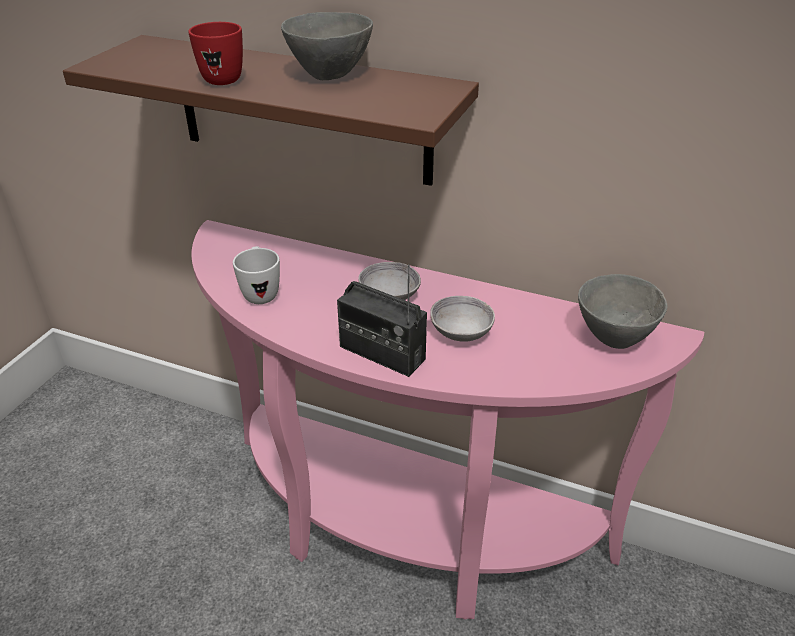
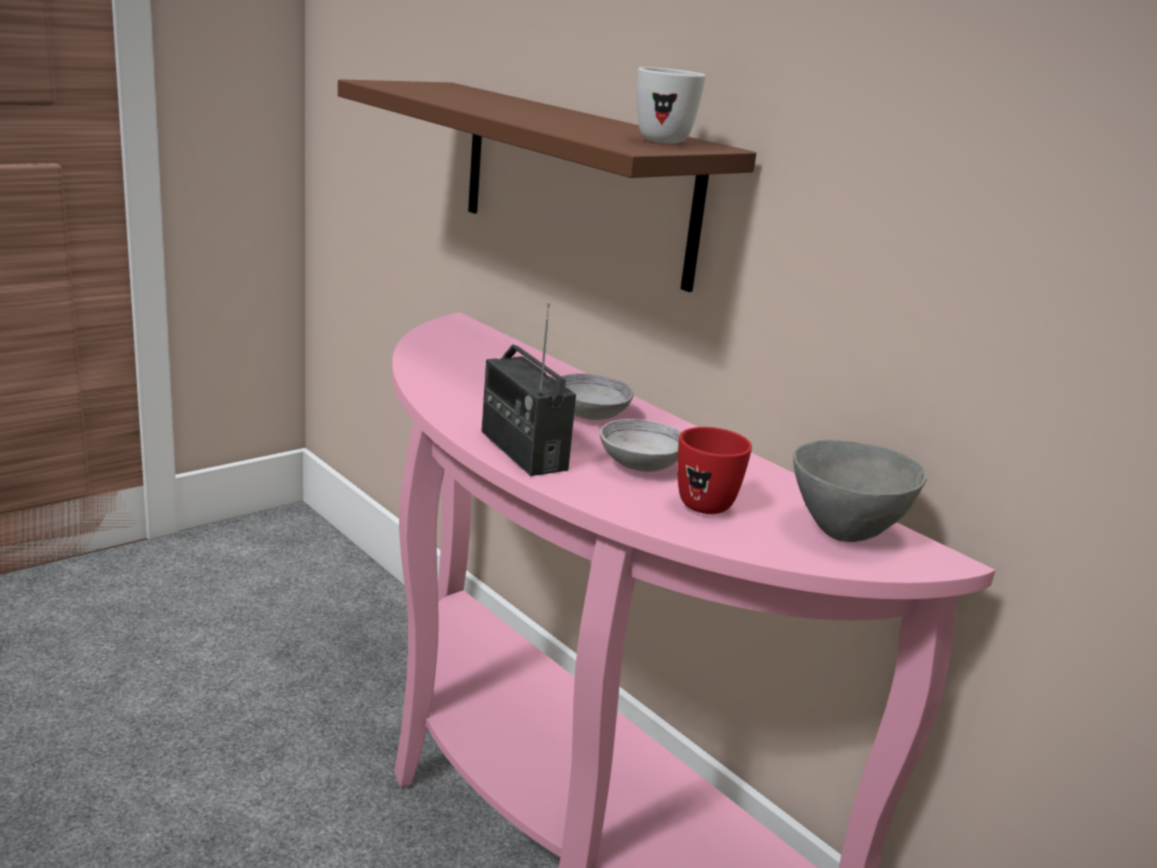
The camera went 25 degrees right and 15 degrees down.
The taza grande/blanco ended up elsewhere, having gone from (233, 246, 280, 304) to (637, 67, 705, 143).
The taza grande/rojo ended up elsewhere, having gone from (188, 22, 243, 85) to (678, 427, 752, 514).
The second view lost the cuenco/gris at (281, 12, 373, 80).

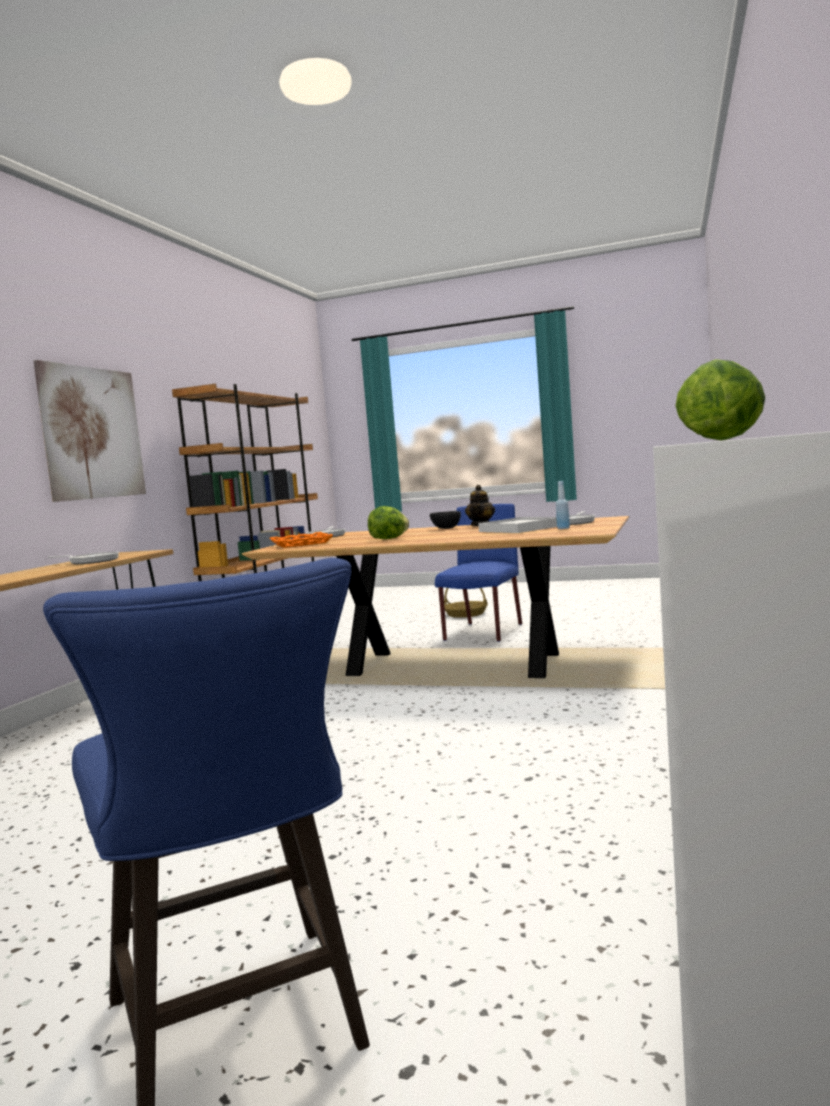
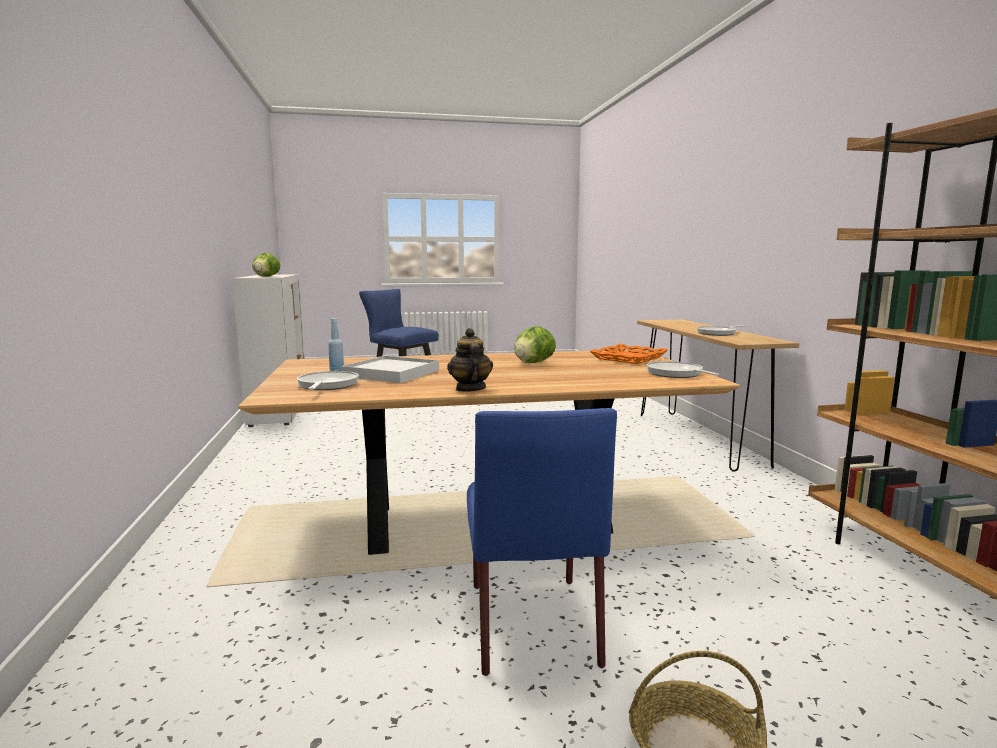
The camera went 150 degrees right and 5 degrees up.
The second view lost the cuadro at (34, 360, 146, 502).
The second view lost the cuenco/negro at (430, 511, 461, 529).

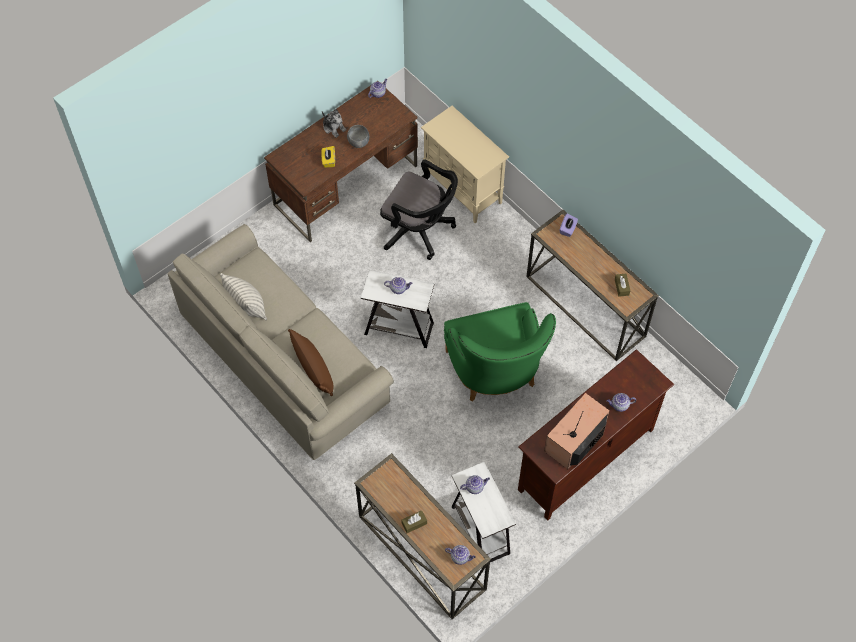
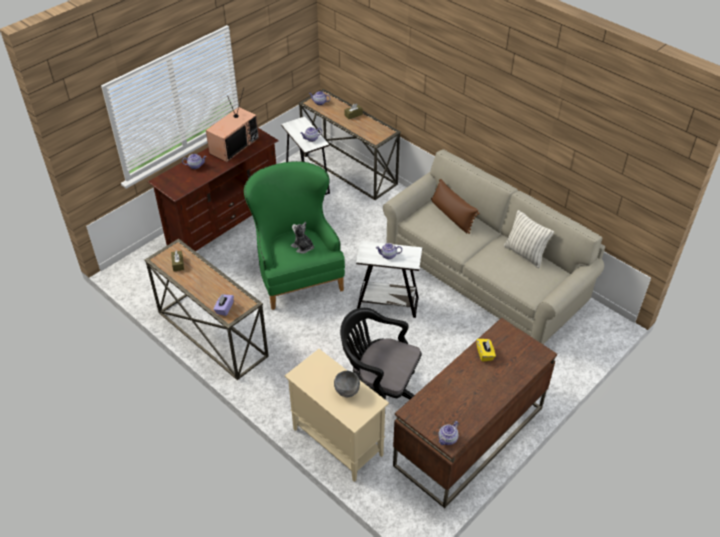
The camera went 175 degrees right and 15 degrees down.
The peluche ended up elsewhere, having gone from (322, 109, 346, 138) to (291, 222, 314, 254).
The cuenco/gris ended up elsewhere, having gone from (347, 125, 369, 148) to (334, 371, 360, 397).

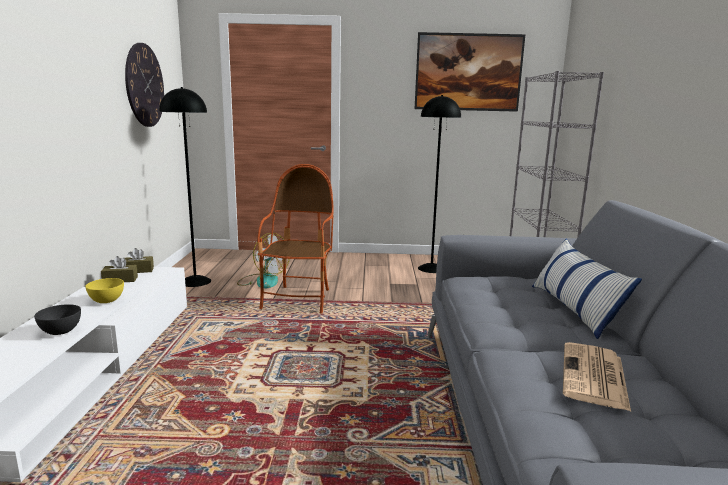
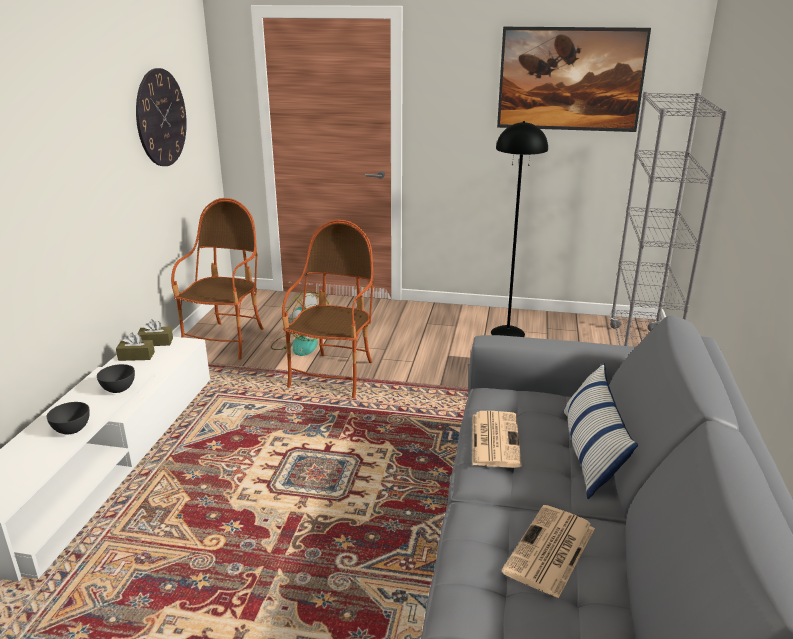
The camera went 10 degrees right and 10 degrees up.
What was the cuenco/amarillo at (85, 278, 124, 303) turned into the cuenco/gris at (97, 364, 135, 393).
Where the lámpara de pie/negro stood at (159, 87, 211, 287), the sillón came to stand at (171, 198, 264, 360).
The second view gained the periódico at (472, 411, 522, 468).

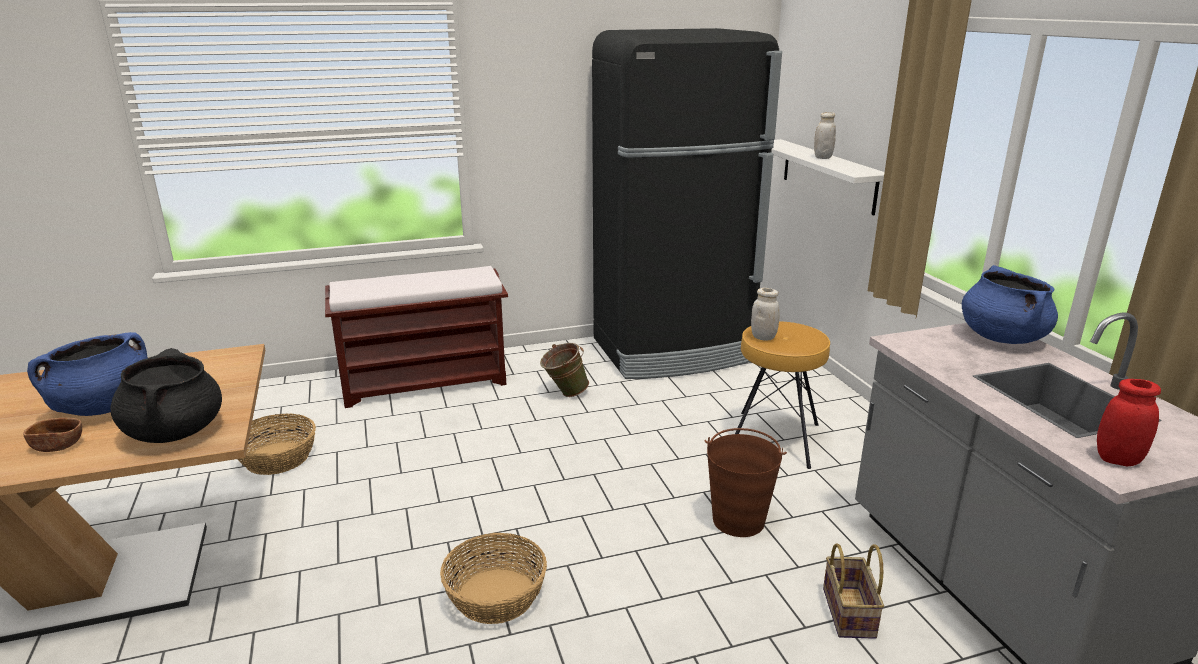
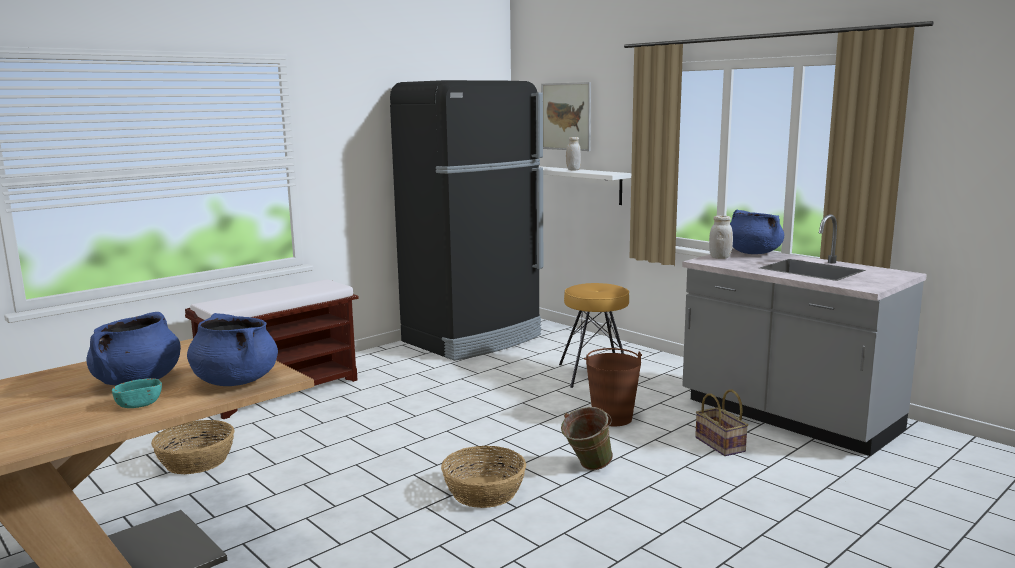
The camera went 25 degrees left and 10 degrees down.
What was the cuenco/marrón at (23, 418, 82, 452) turned into the cuenco/turquesa at (112, 378, 162, 408).
What was the olla/negro at (111, 348, 222, 443) turned into the olla/azul at (187, 313, 278, 386).
The second view gained the cuadro at (541, 82, 591, 151).
The cubo/verde ended up elsewhere, having gone from (540, 343, 589, 397) to (561, 407, 613, 470).
The tarro/blanco ended up elsewhere, having gone from (751, 288, 780, 341) to (709, 215, 733, 259).
The second view lost the tarro/rojo at (1097, 379, 1161, 466).

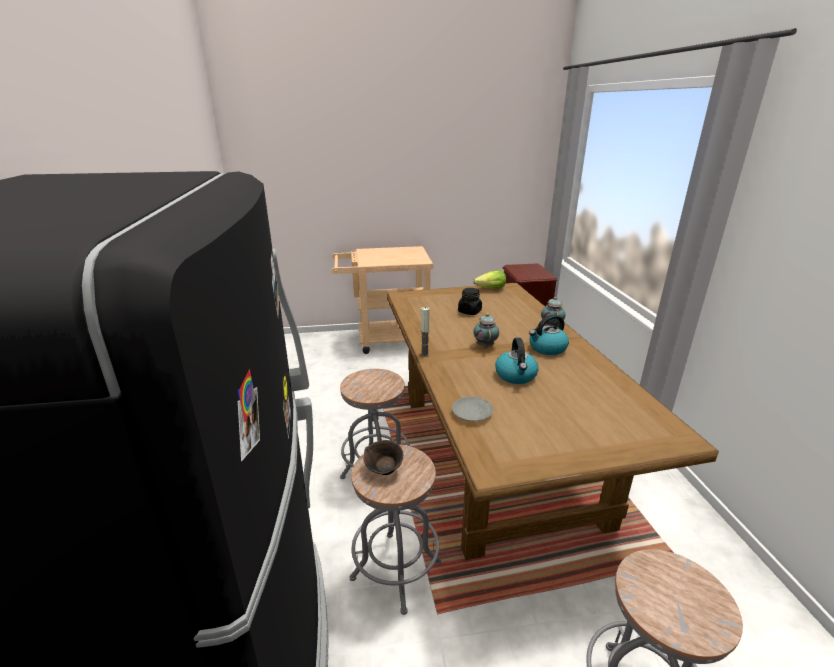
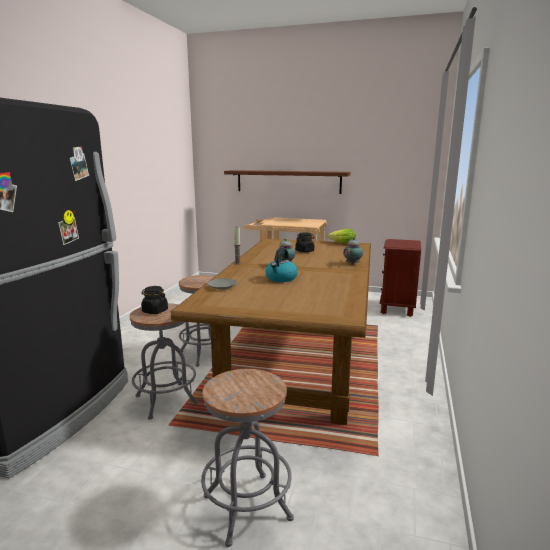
The camera went 25 degrees right and 10 degrees down.
Where the cuenco/marrón stood at (364, 440, 403, 475), the tarro/negro came to stand at (141, 286, 168, 314).
The second view gained the estante/marrón at (224, 170, 351, 194).
The second view lost the hervidor at (529, 314, 569, 355).

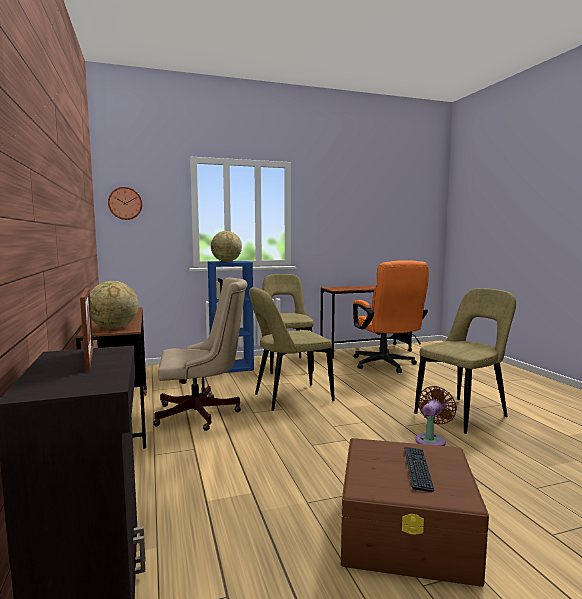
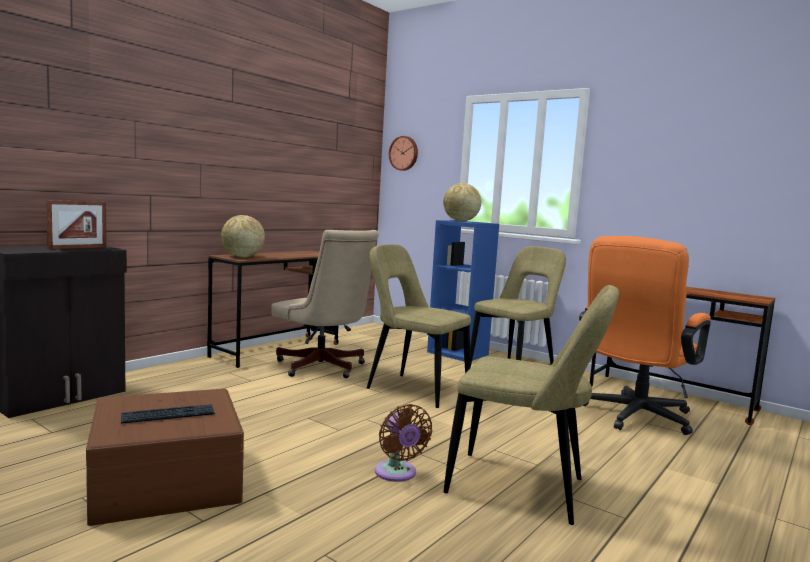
The camera went 55 degrees right and 0 degrees up.
The ventilador/marrón at (416, 386, 457, 446) ended up facing another way, 60 degrees clockwise from before.

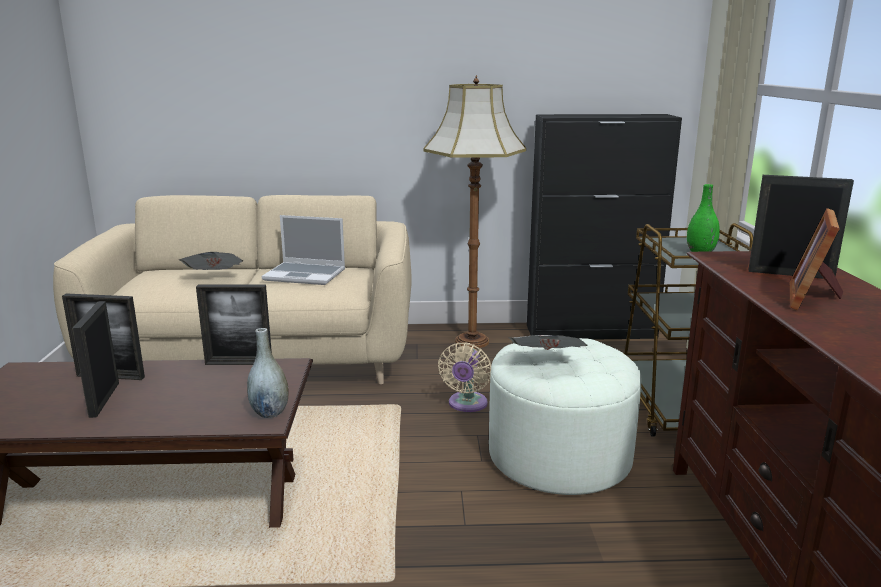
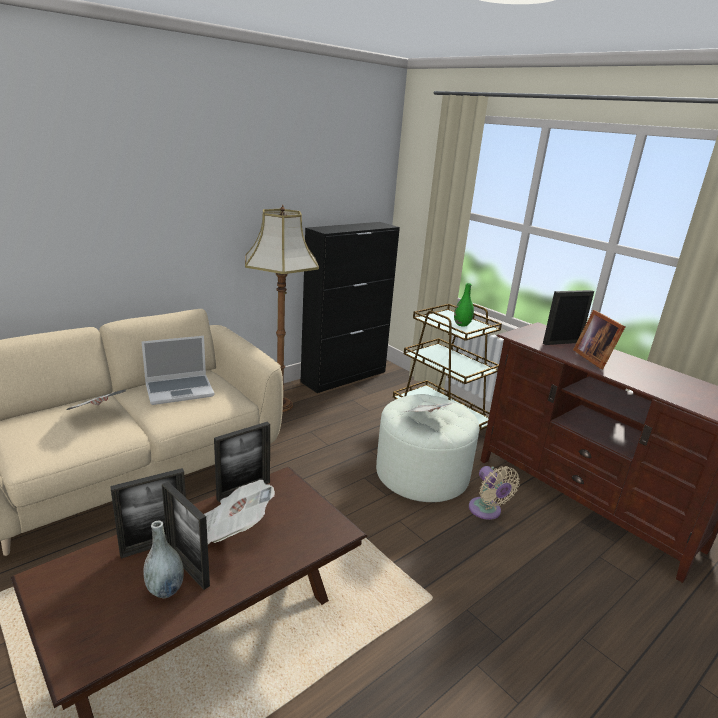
The camera went 40 degrees left and 5 degrees up.
The florero/gris ended up elsewhere, having gone from (247, 328, 289, 418) to (143, 521, 184, 598).
The second view gained the periódico at (204, 480, 275, 544).
The ventilador/beis ended up elsewhere, having gone from (438, 342, 491, 412) to (469, 466, 520, 520).

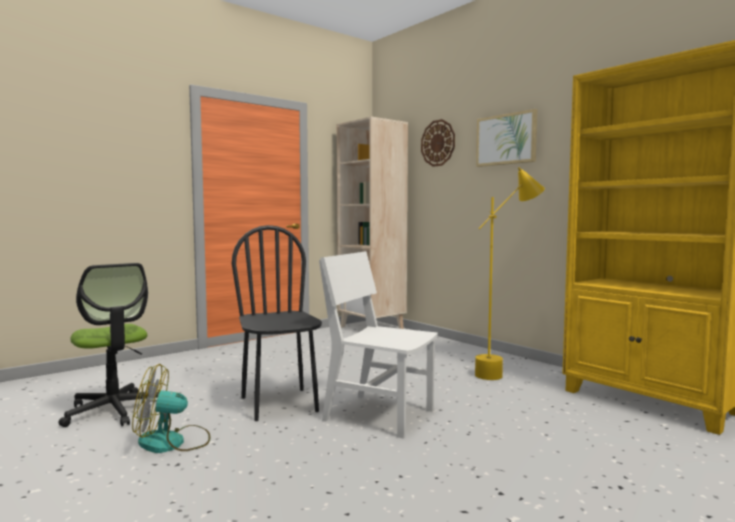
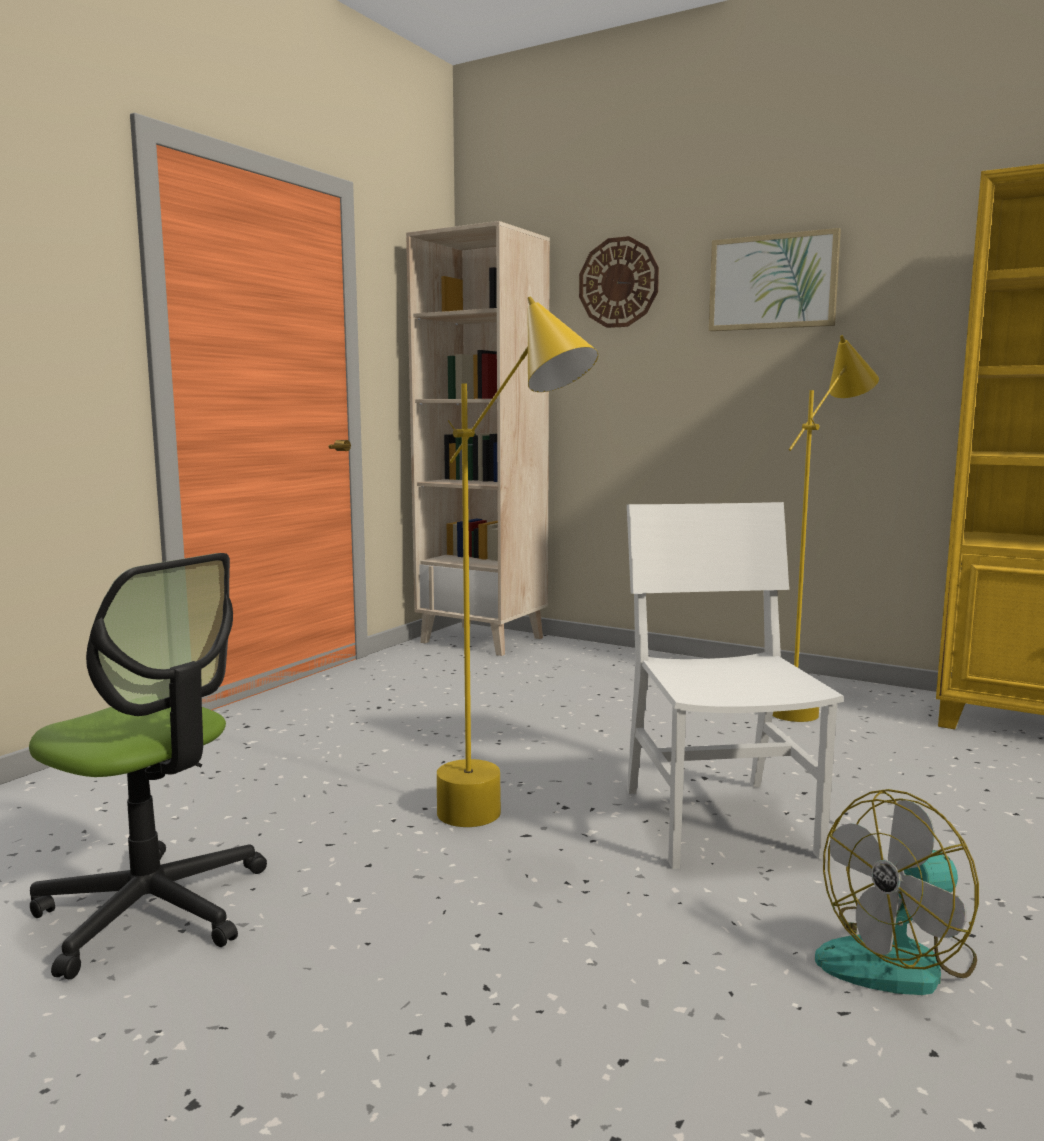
The camera went 20 degrees left and 5 degrees up.
Where the silla/negro stood at (232, 225, 322, 421), the lámpara de pie/amarillo came to stand at (437, 296, 598, 827).
The silla/blanco at (319, 251, 438, 439) ended up facing another way, 75 degrees clockwise from before.
The ventilador ended up elsewhere, having gone from (132, 364, 210, 453) to (815, 789, 979, 995).

